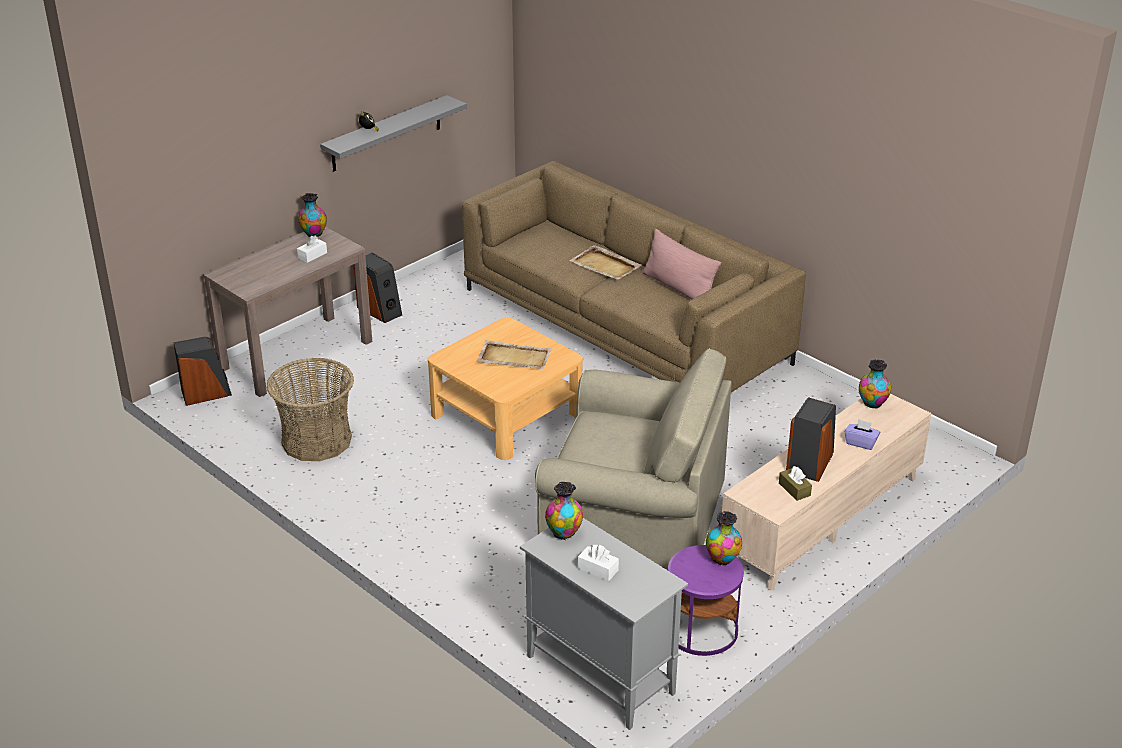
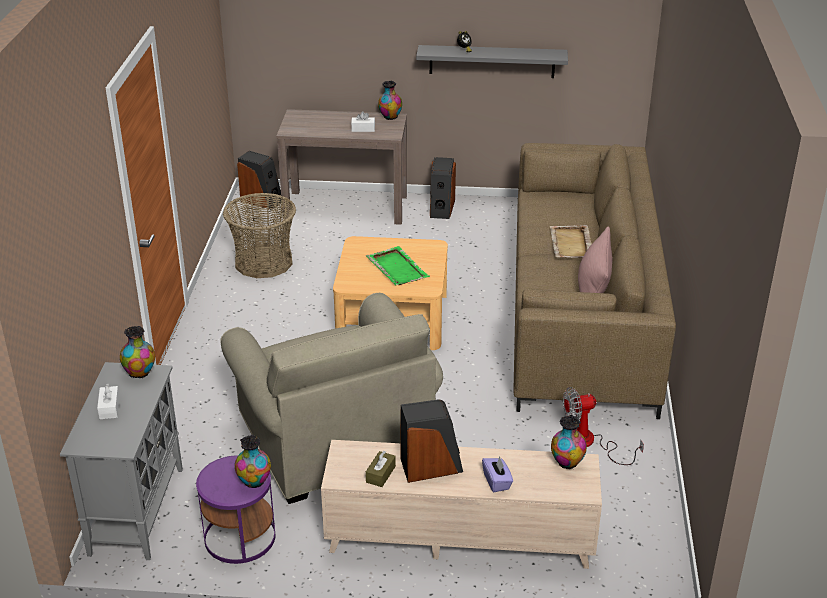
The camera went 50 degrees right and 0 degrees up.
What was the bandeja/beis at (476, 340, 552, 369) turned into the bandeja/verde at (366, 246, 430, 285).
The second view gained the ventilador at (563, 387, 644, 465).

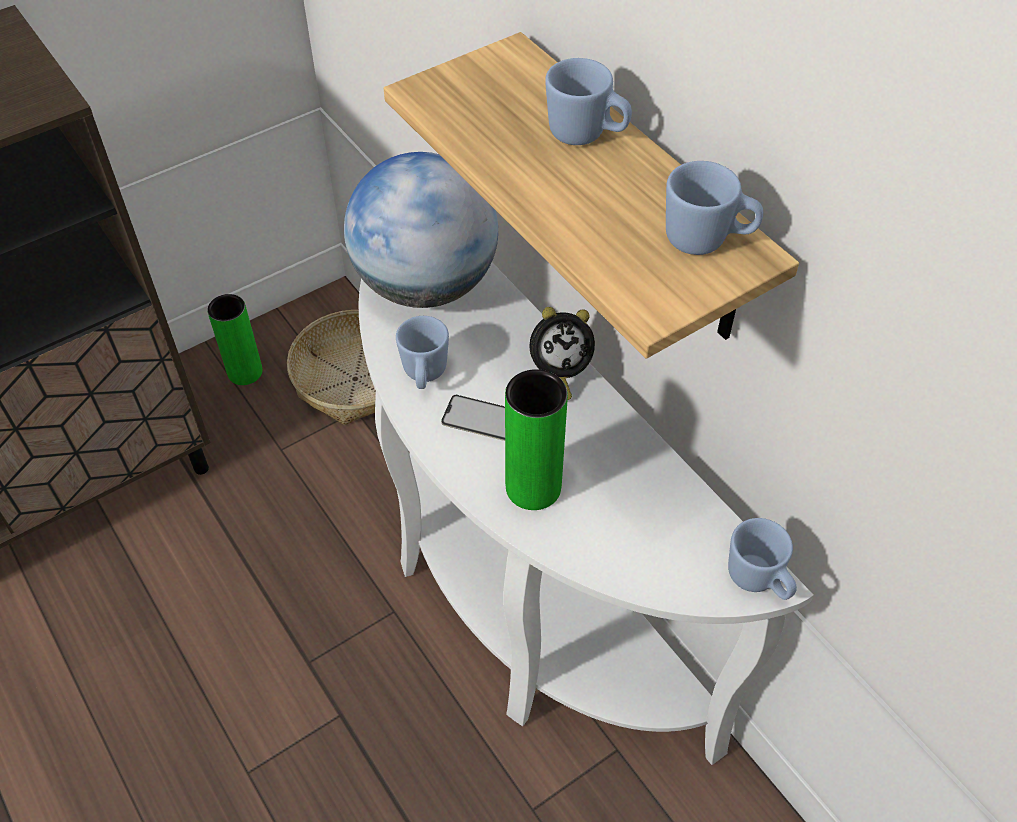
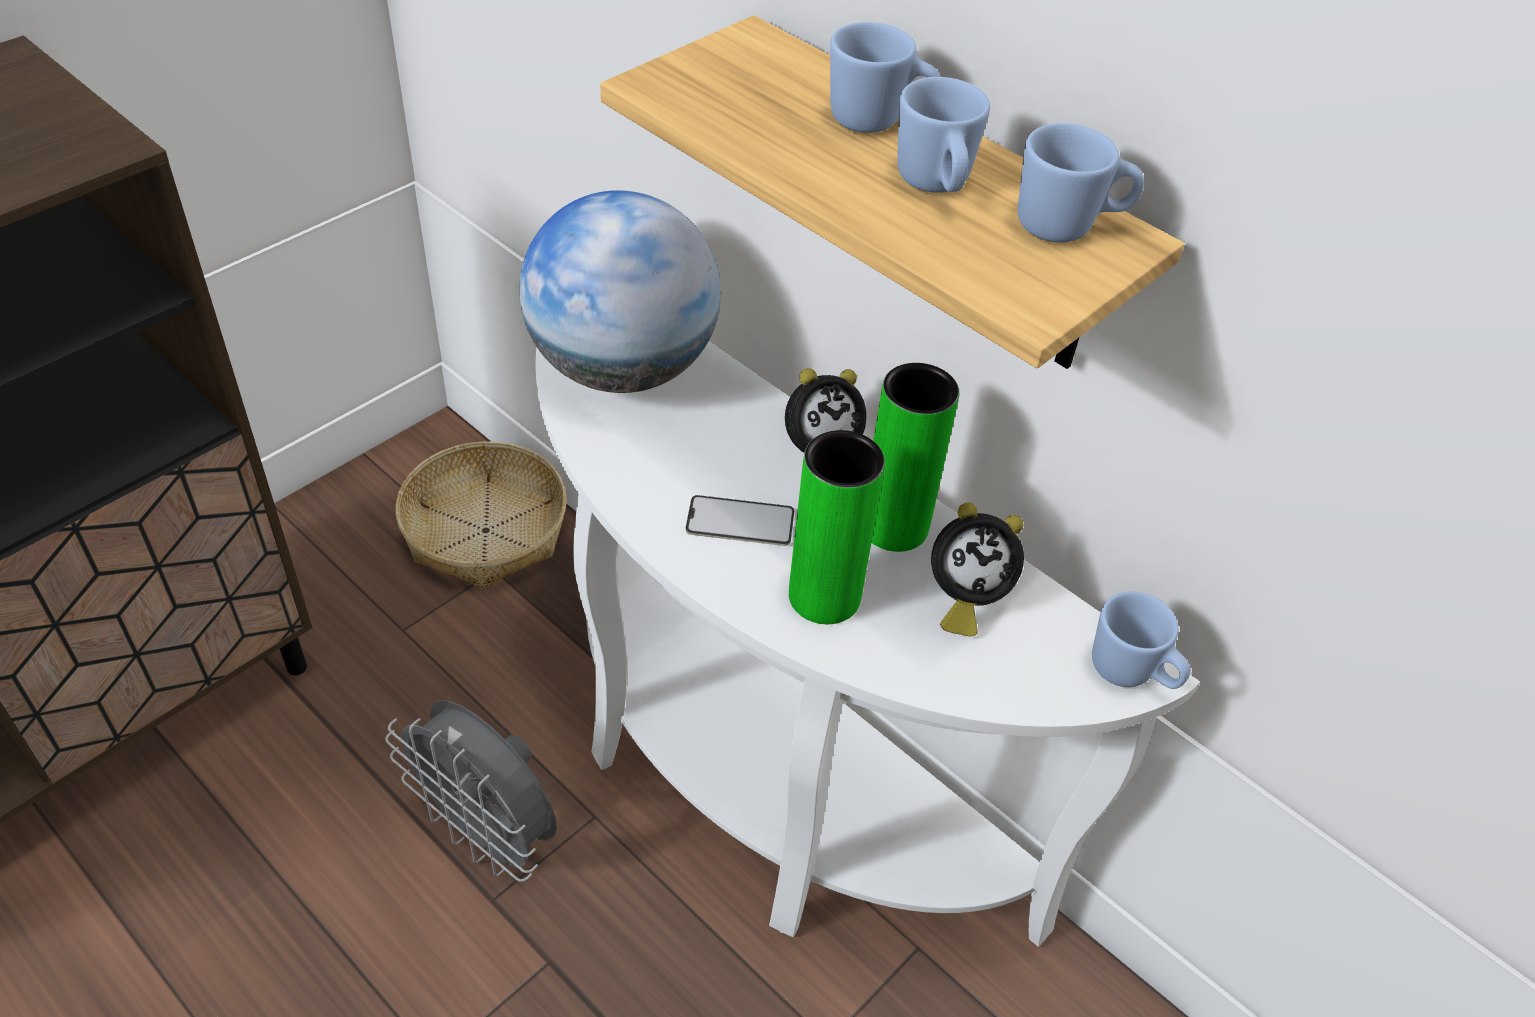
The camera went 15 degrees left and 5 degrees down.
The second view gained the ventilador/gris at (385, 700, 557, 882).
The florero/verde ended up elsewhere, having gone from (207, 294, 263, 385) to (871, 363, 960, 552).
The taza grande/azul ended up elsewhere, having gone from (396, 316, 449, 389) to (897, 77, 990, 193).
The second view gained the despertador at (931, 502, 1024, 637).

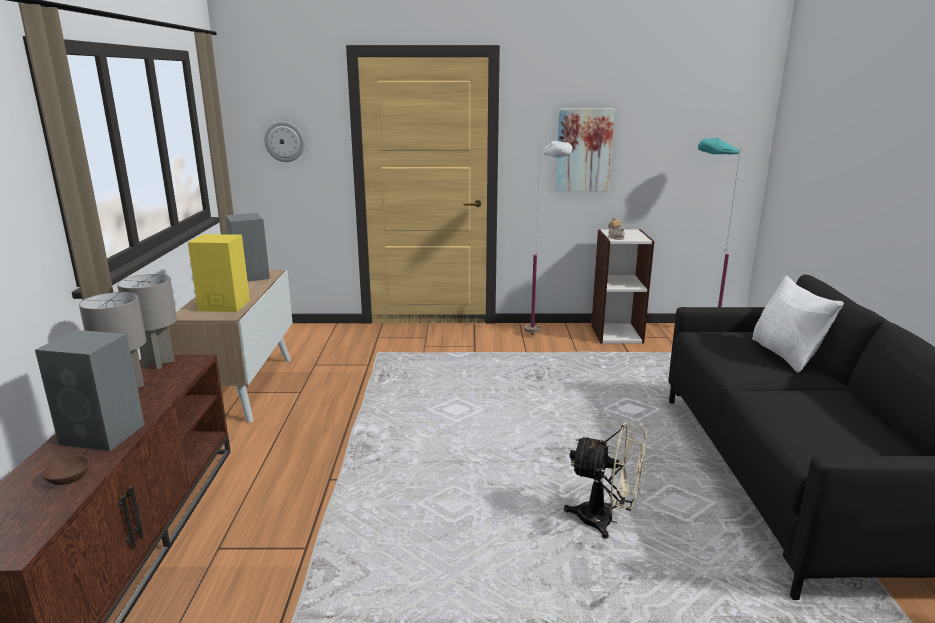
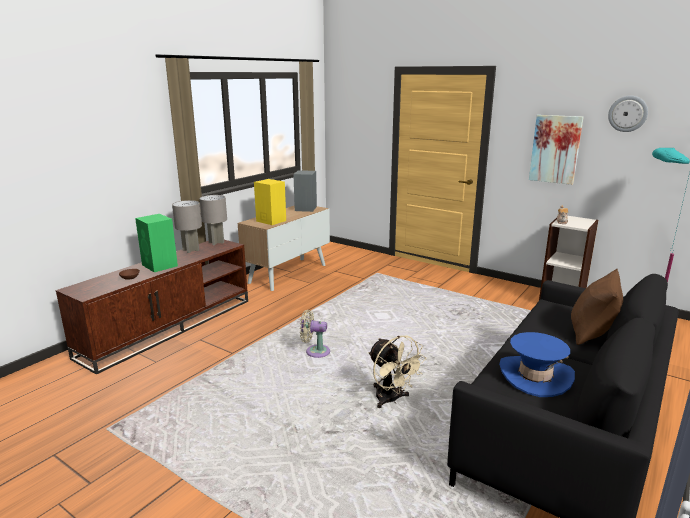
The camera went 35 degrees right and 0 degrees up.
What was the altavoz/gris at (35, 330, 144, 451) turned into the altavoz/verde at (135, 214, 178, 272).
The second view gained the ventilador/beis at (300, 310, 330, 358).
The second view gained the sombrero/azul at (499, 332, 575, 397).
What was the cojín/blanco at (752, 276, 844, 373) turned into the cojín/marrón at (571, 269, 623, 345).
The reloj de pared ended up elsewhere, having gone from (264, 121, 305, 162) to (608, 96, 648, 132).
The second view lost the lámpara de pie/blanco at (524, 141, 572, 335).

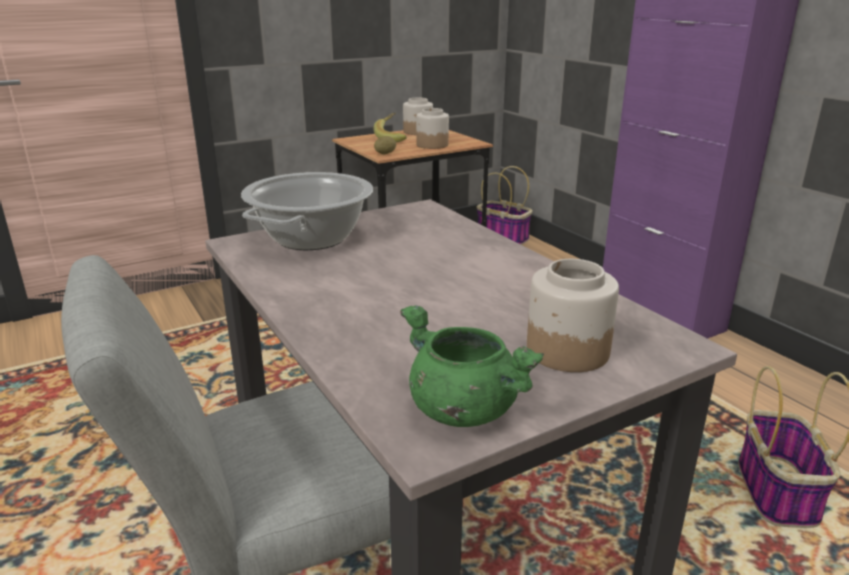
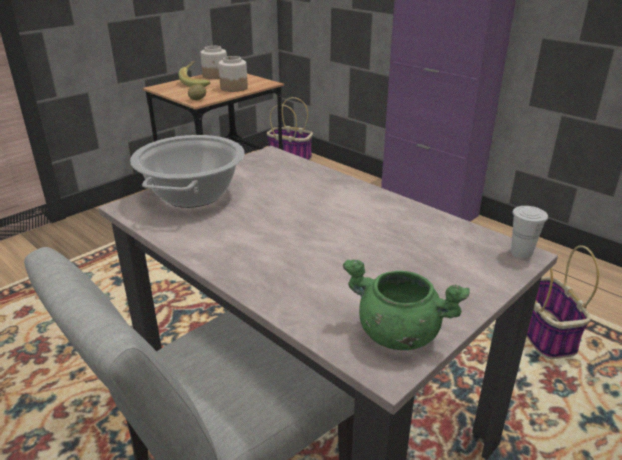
The camera went 15 degrees left and 5 degrees up.
The second view gained the taza/blanco at (511, 206, 548, 259).
The second view lost the tarro at (527, 259, 619, 372).

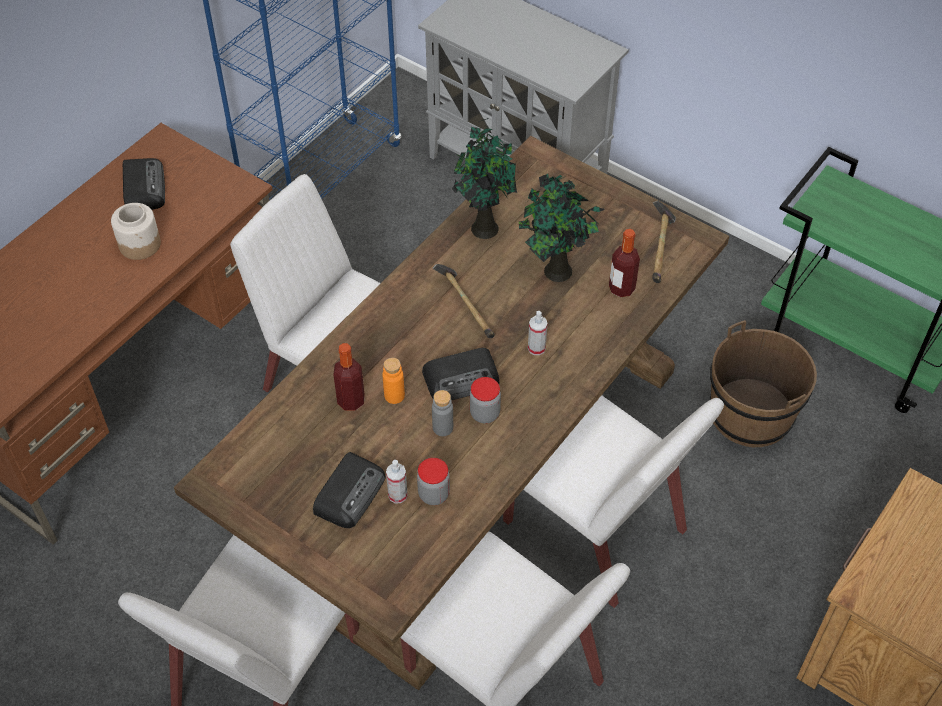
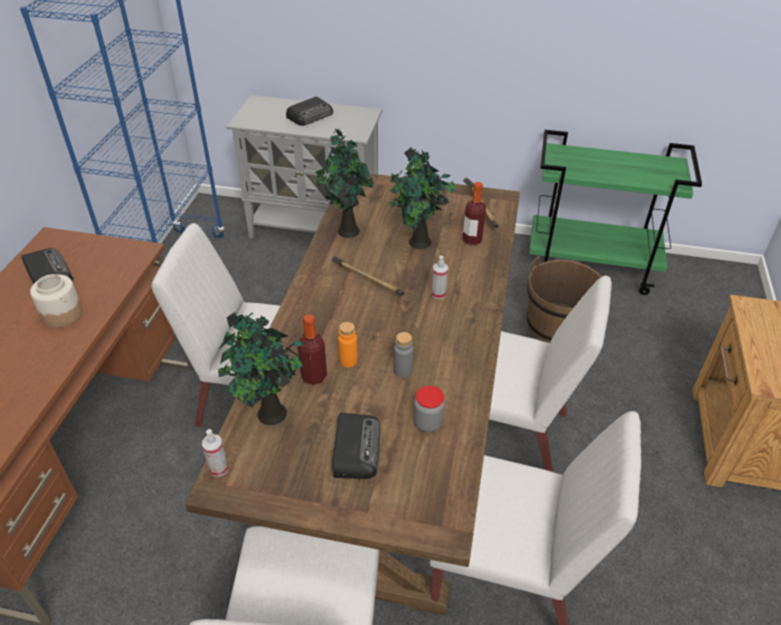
The camera went 25 degrees left and 10 degrees down.
The pulverizador ended up elsewhere, having gone from (386, 460, 408, 503) to (202, 429, 228, 477).
The second view gained the planta en maceta at (217, 312, 307, 425).
The radio ended up elsewhere, having gone from (422, 348, 499, 400) to (286, 97, 333, 126).
The second view lost the tarro at (470, 377, 501, 423).

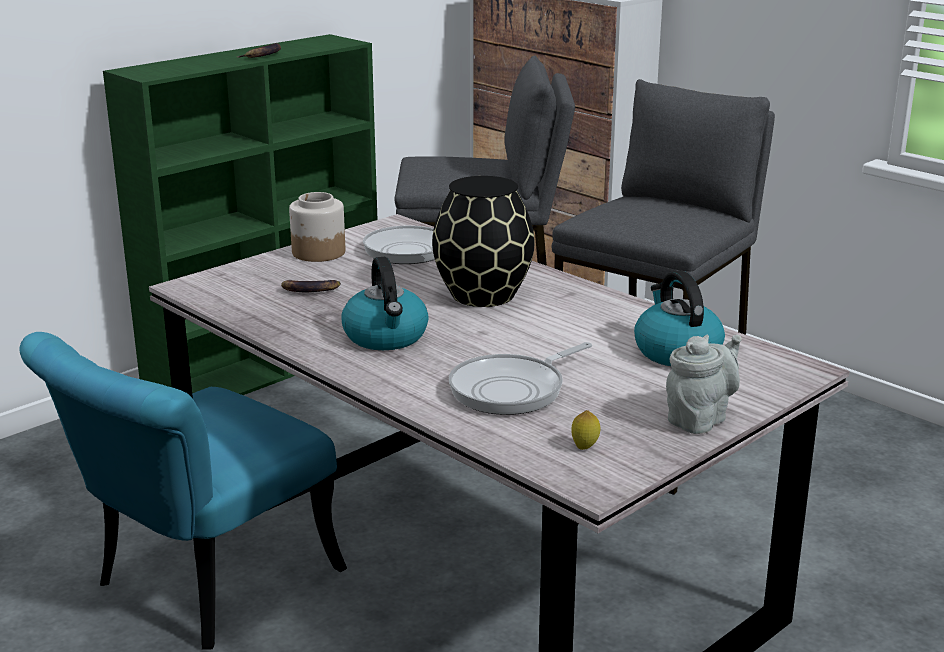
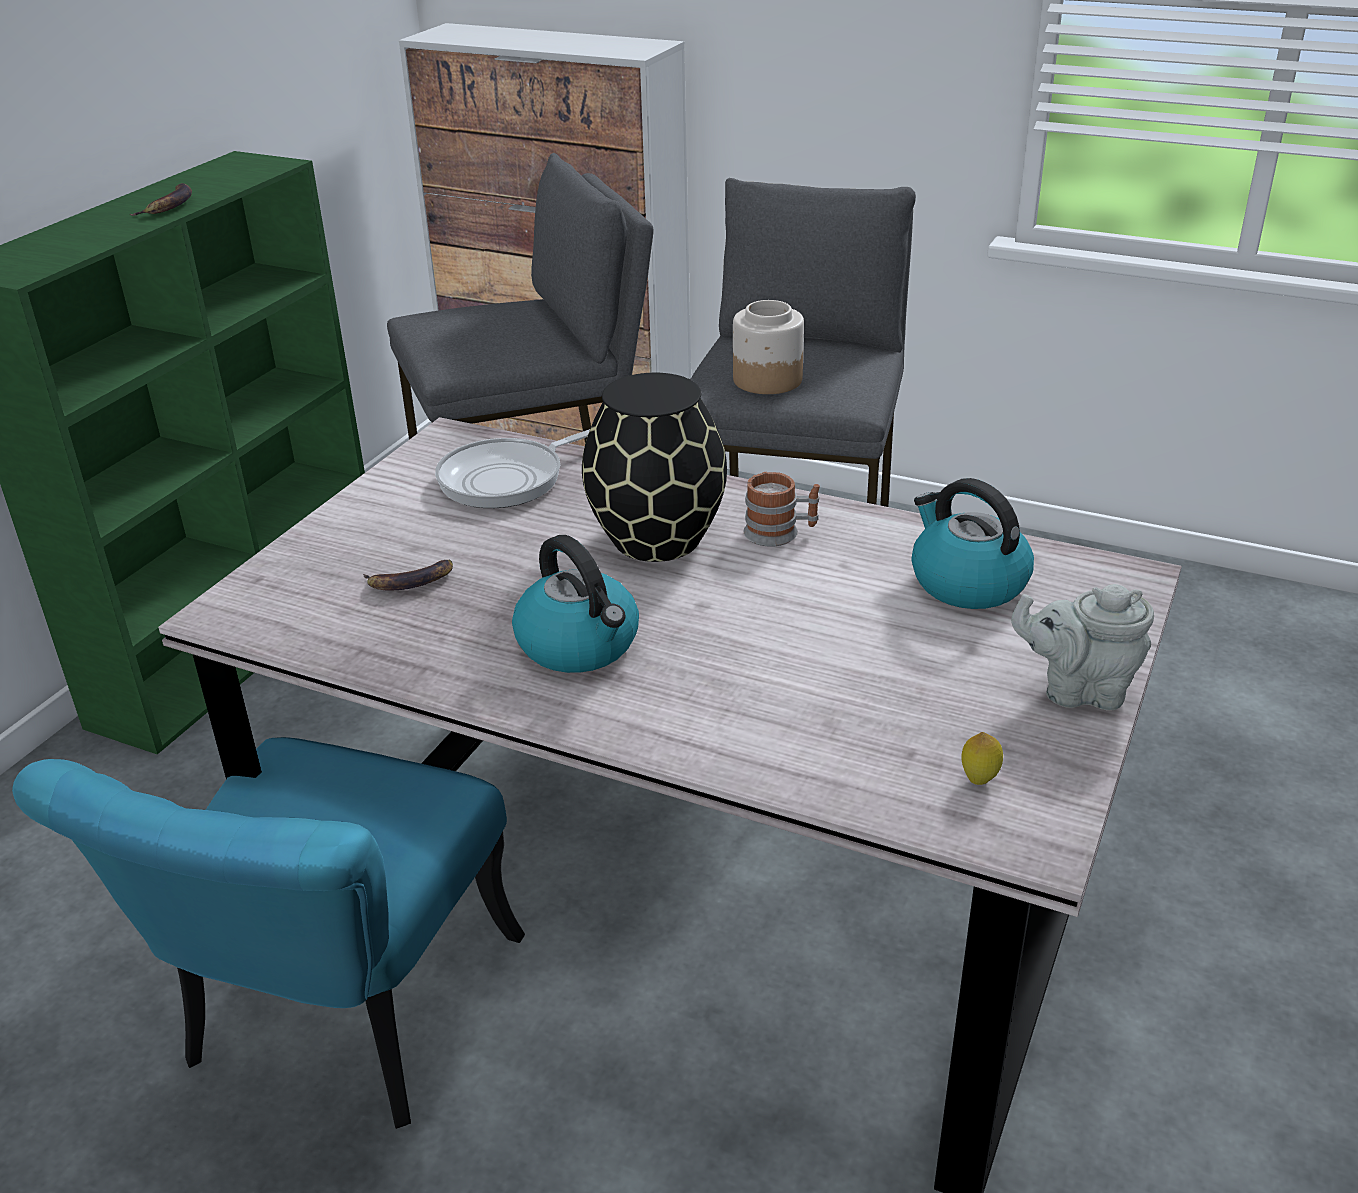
The camera went 20 degrees left and 10 degrees up.
The tarro ended up elsewhere, having gone from (289, 192, 345, 262) to (733, 300, 804, 394).
The second view gained the taza grande at (743, 472, 820, 547).
The tetera/gris at (666, 335, 742, 434) ended up facing another way, 105 degrees counterclockwise from before.
The second view lost the sartén at (449, 342, 592, 415).

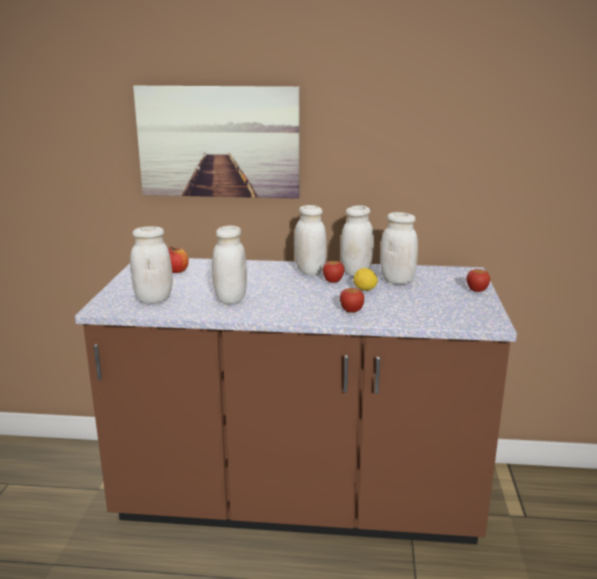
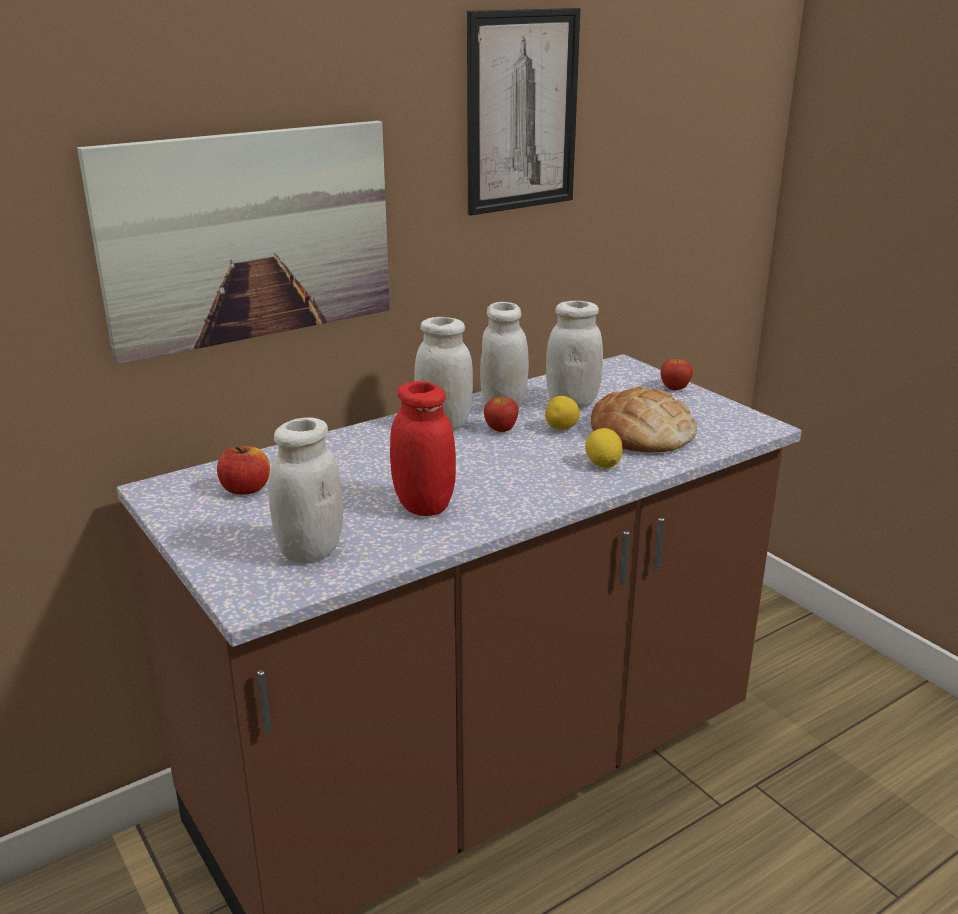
The camera went 40 degrees left and 5 degrees up.
What was the tarro/blanco at (212, 226, 247, 304) turned into the tarro/rojo at (390, 381, 456, 516).
The second view gained the cuadro at (467, 8, 581, 215).
Where the manzana stood at (340, 288, 364, 313), the limón came to stand at (585, 428, 623, 468).
The second view gained the pan at (591, 386, 697, 452).

